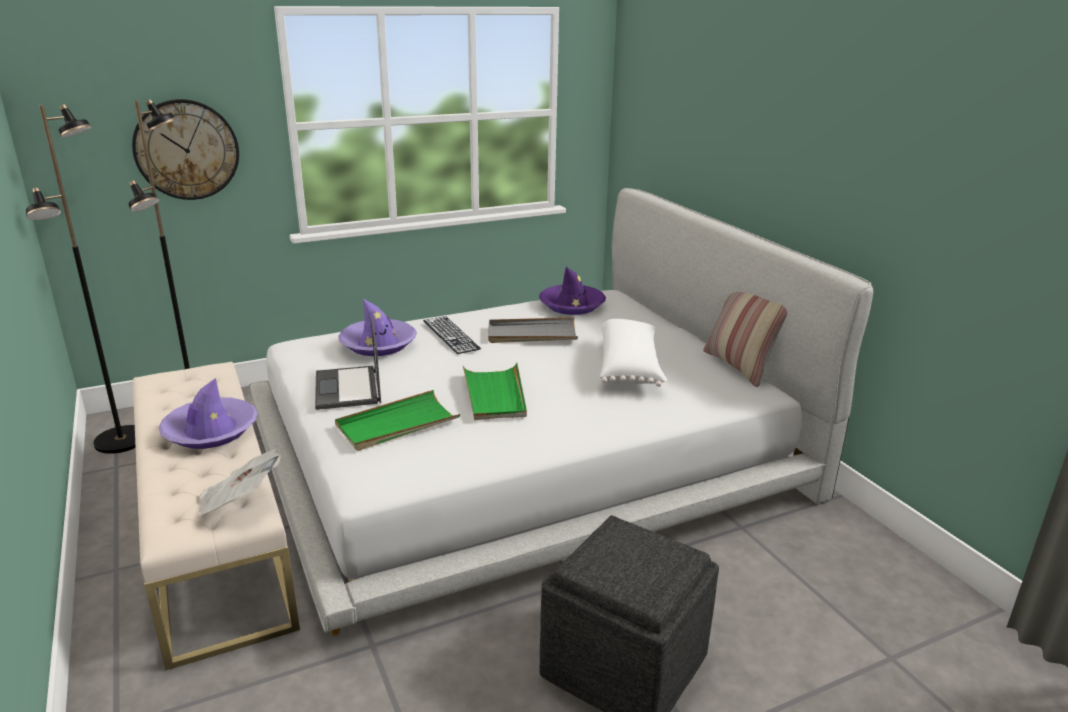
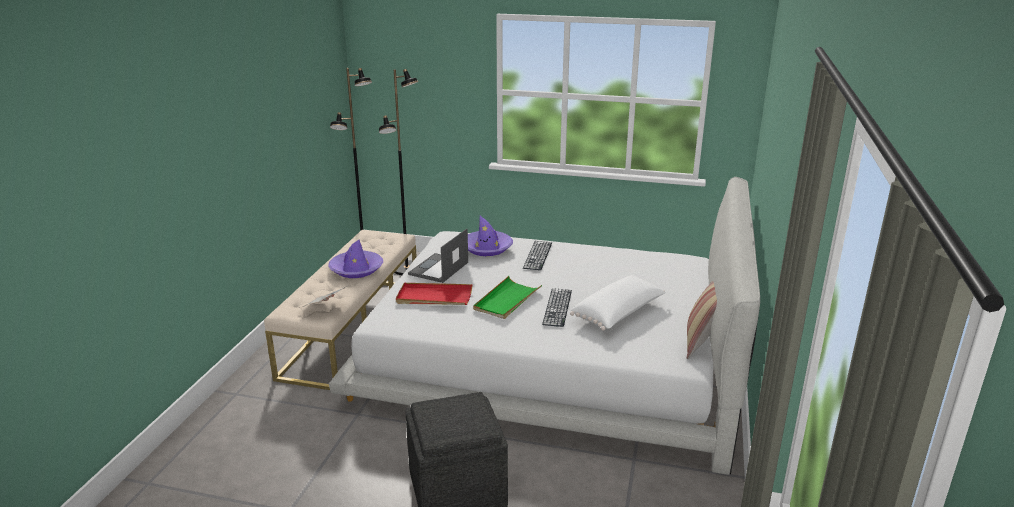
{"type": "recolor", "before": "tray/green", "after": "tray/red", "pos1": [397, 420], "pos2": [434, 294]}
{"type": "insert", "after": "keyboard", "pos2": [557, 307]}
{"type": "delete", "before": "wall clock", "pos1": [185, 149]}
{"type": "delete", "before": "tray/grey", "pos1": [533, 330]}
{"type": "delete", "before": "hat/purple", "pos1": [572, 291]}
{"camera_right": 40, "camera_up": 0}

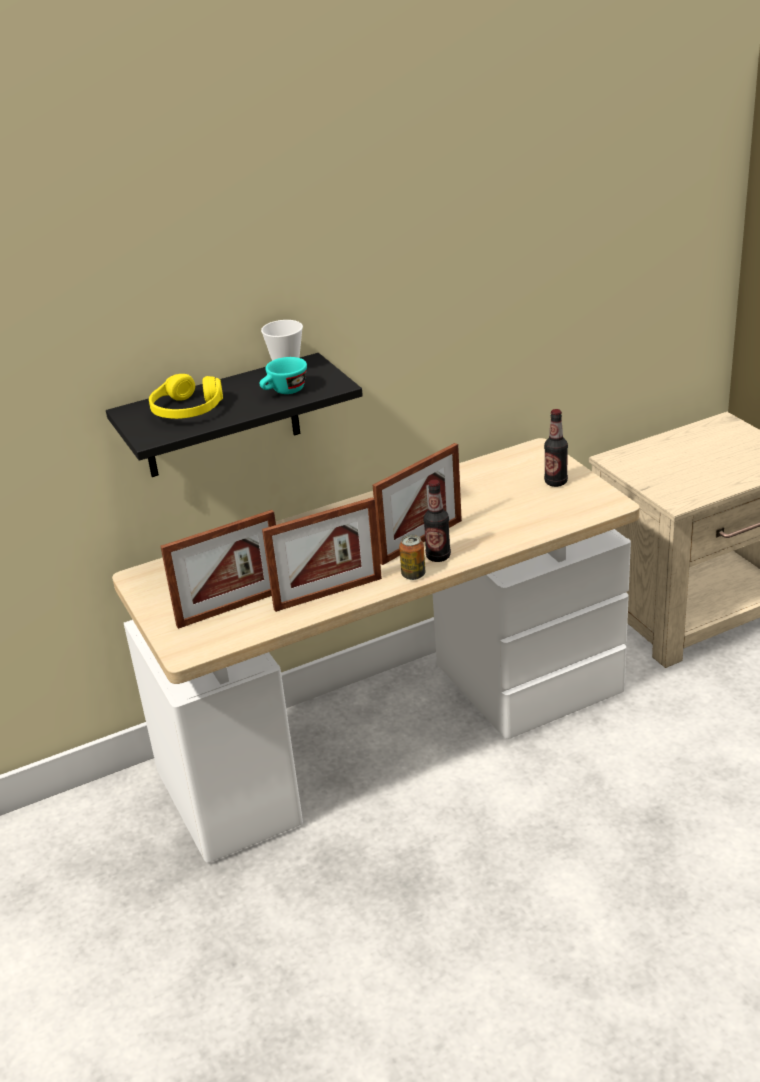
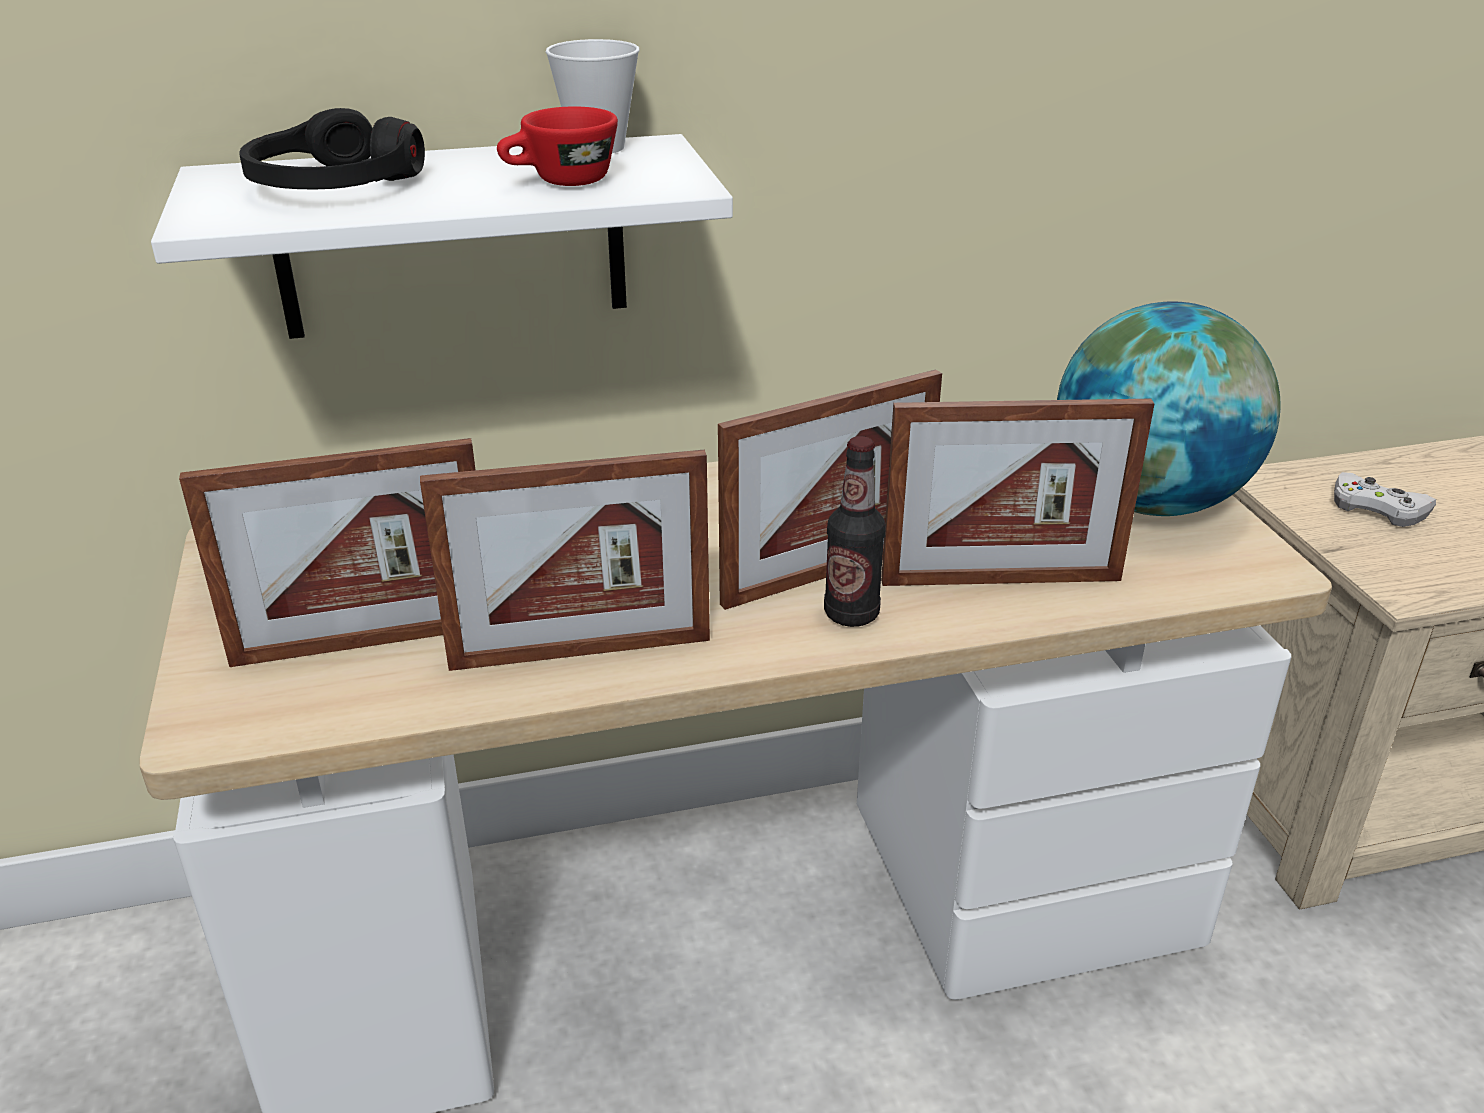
{"type": "recolor", "before": "shelf/black", "after": "shelf/white", "pos1": [234, 415], "pos2": [442, 236]}
{"type": "recolor", "before": "headphones/yellow", "after": "headphones/black", "pos1": [186, 396], "pos2": [332, 148]}
{"type": "recolor", "before": "cup/turquoise", "after": "cup/red", "pos1": [283, 375], "pos2": [557, 146]}
{"type": "insert", "after": "picture frame", "pos2": [1018, 492]}
{"type": "replace", "before": "bottle", "after": "globe", "pos1": [556, 448], "pos2": [1169, 408]}
{"type": "insert", "after": "game controller/white", "pos2": [1385, 499]}
{"type": "delete", "before": "can", "pos1": [412, 557]}
{"camera_right": 10, "camera_up": 0}

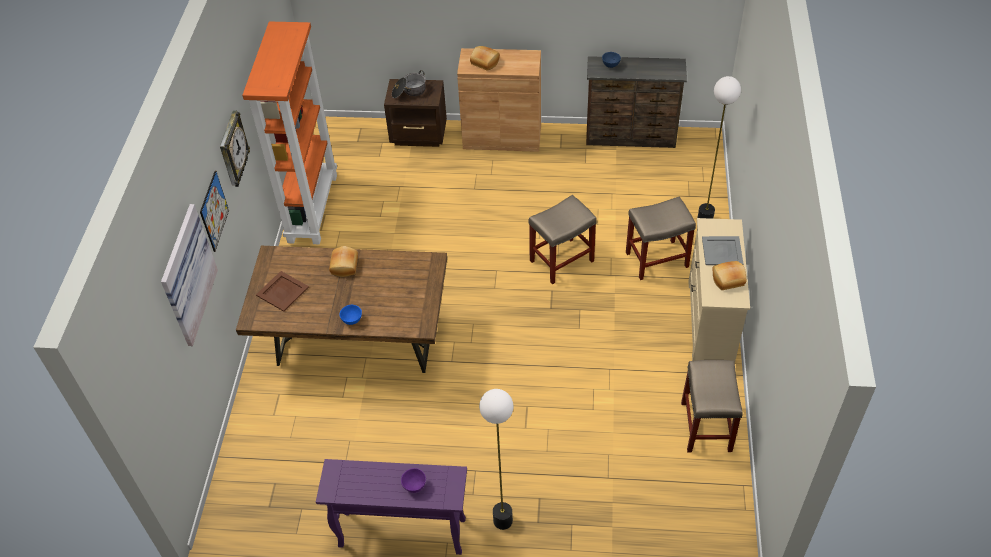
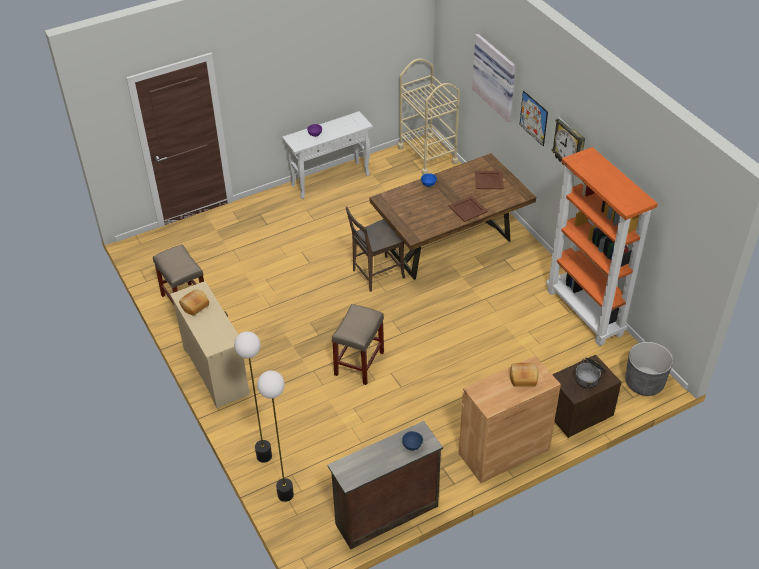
{"type": "move", "before": "floor lamp", "pos1": [496, 459], "pos2": [275, 436]}
{"type": "recolor", "before": "console table/purple", "after": "console table/white", "pos1": [391, 507], "pos2": [327, 155]}
{"type": "insert", "after": "chair/brown", "pos2": [375, 249]}
{"type": "insert", "after": "cart/beige", "pos2": [429, 116]}
{"type": "replace", "before": "bread", "after": "tray/brown", "pos1": [343, 261], "pos2": [468, 209]}
{"type": "insert", "after": "planter/grey", "pos2": [649, 369]}
{"type": "delete", "before": "stool/beige", "pos1": [661, 238]}
{"type": "delete", "before": "tray/grey", "pos1": [723, 250]}
{"camera_right": 145, "camera_up": -5}

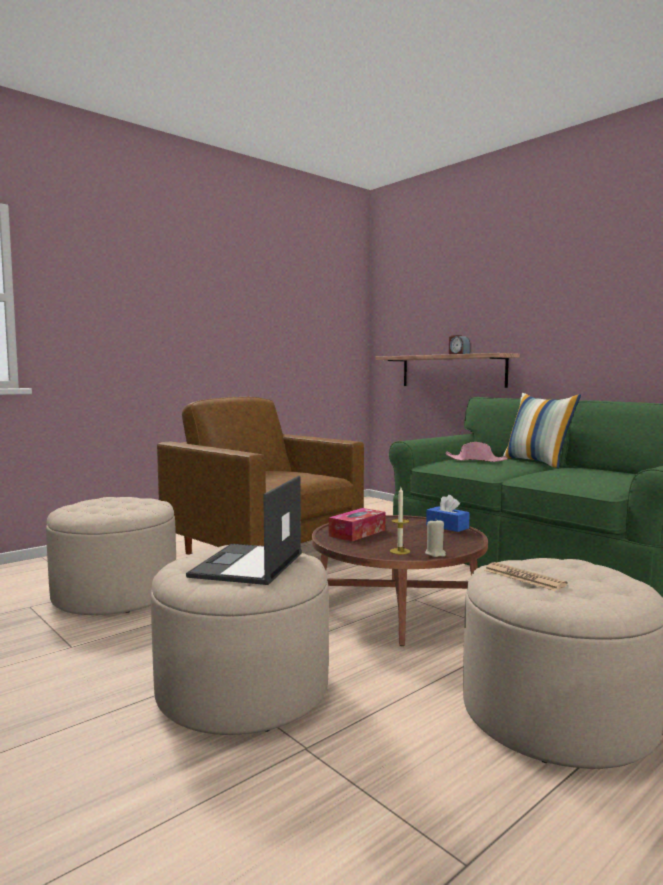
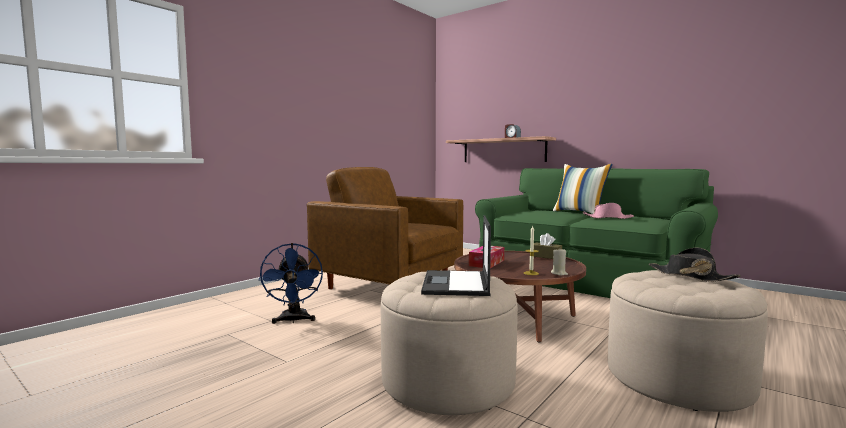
{"type": "replace", "before": "ottoman/beige", "after": "fan/blue", "pos1": [111, 556], "pos2": [291, 283]}
{"type": "recolor", "before": "tissue box/blue", "after": "tissue box/brown", "pos1": [448, 513], "pos2": [548, 246]}
{"type": "move", "before": "hat/pink", "pos1": [476, 452], "pos2": [608, 211]}
{"type": "insert", "after": "hat/black", "pos2": [695, 265]}
{"type": "delete", "before": "newspaper", "pos1": [526, 576]}
{"camera_right": -10, "camera_up": 0}

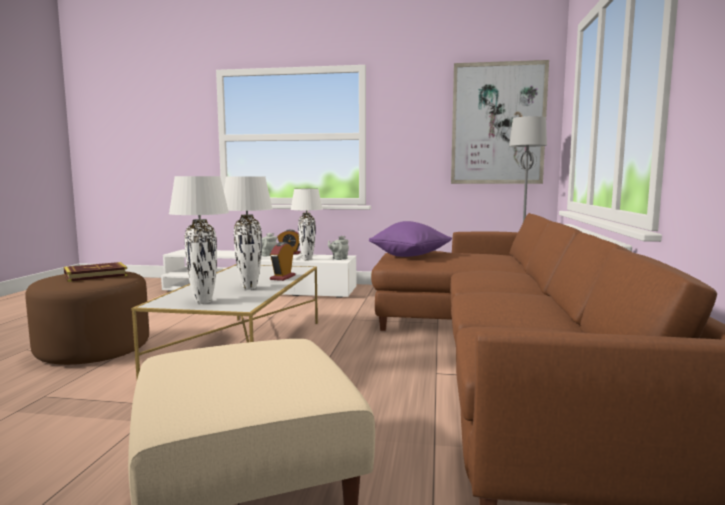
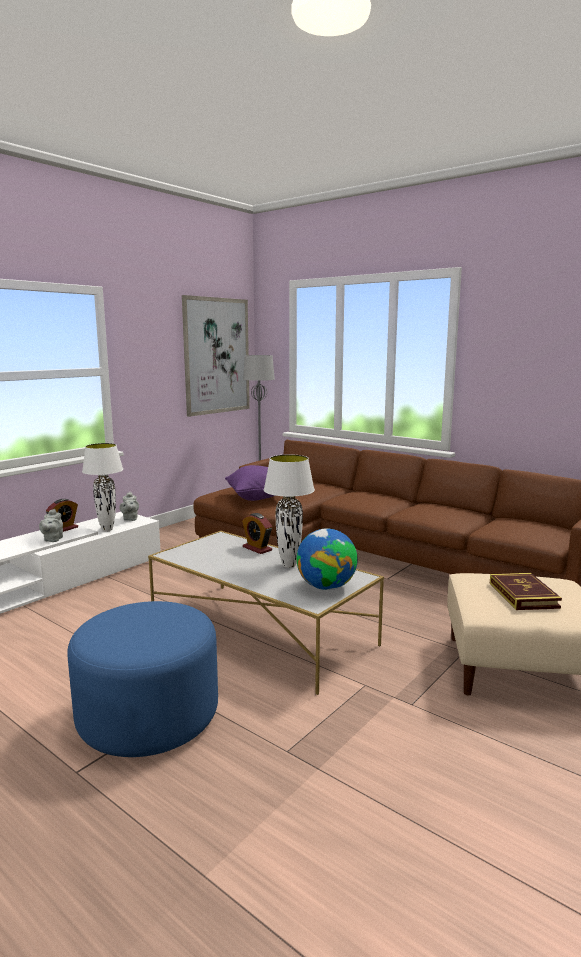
{"type": "recolor", "before": "ottoman/brown", "after": "ottoman/blue", "pos1": [87, 318], "pos2": [142, 679]}
{"type": "replace", "before": "table lamp/white", "after": "globe", "pos1": [199, 240], "pos2": [327, 559]}
{"type": "move", "before": "book", "pos1": [96, 272], "pos2": [526, 591]}
{"camera_right": -60, "camera_up": 5}

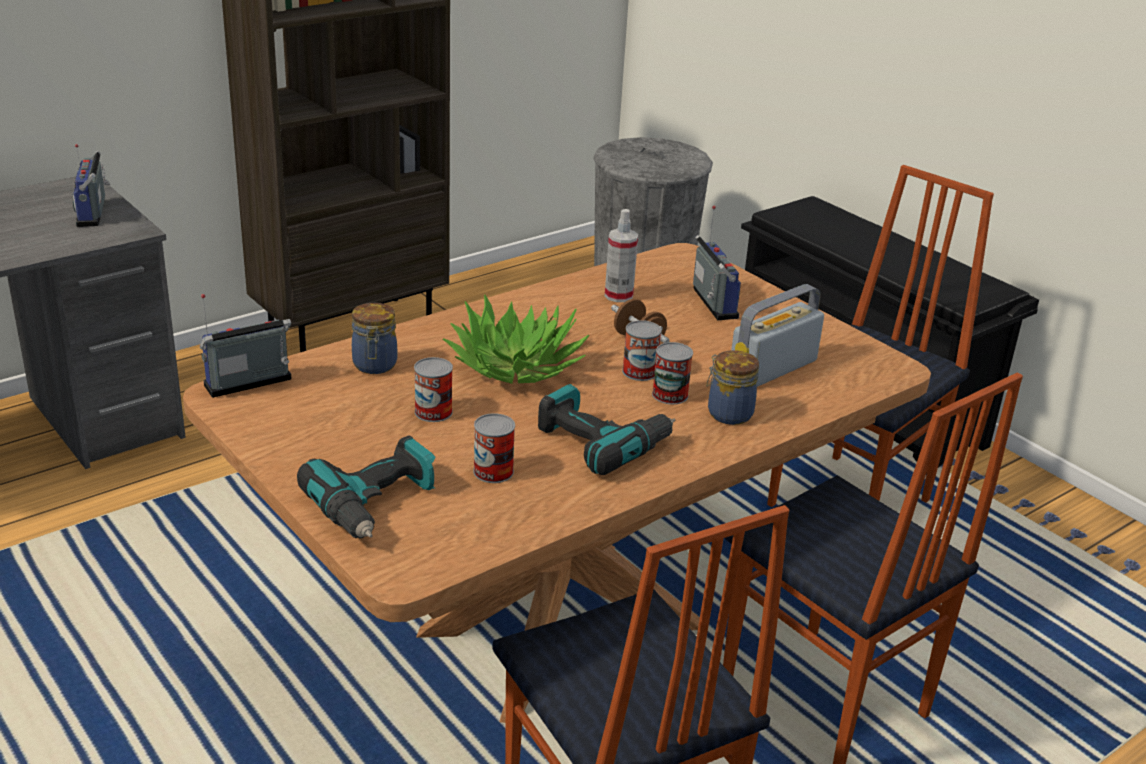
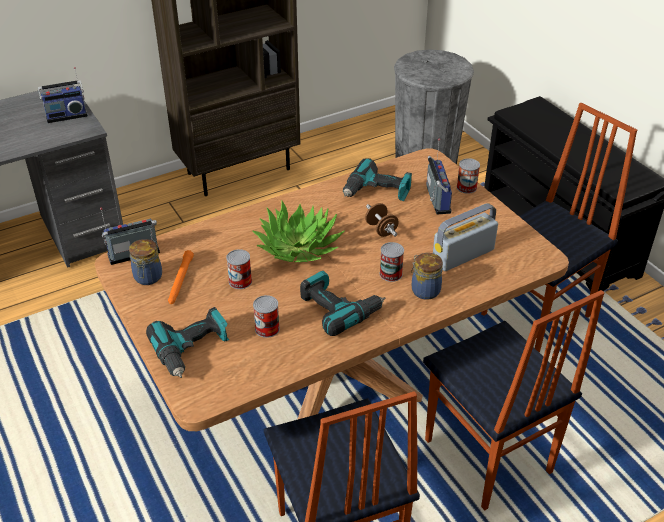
{"type": "rotate", "before": "radio", "pos1": [91, 185], "pos2": [63, 95], "turn": -105}
{"type": "move", "before": "jar", "pos1": [374, 338], "pos2": [145, 262]}
{"type": "insert", "after": "flashlight/orange", "pos2": [181, 277]}
{"type": "replace", "before": "spray bottle", "after": "power drill", "pos1": [621, 255], "pos2": [377, 179]}
{"type": "move", "before": "can", "pos1": [642, 350], "pos2": [468, 176]}
{"camera_right": 10, "camera_up": 10}

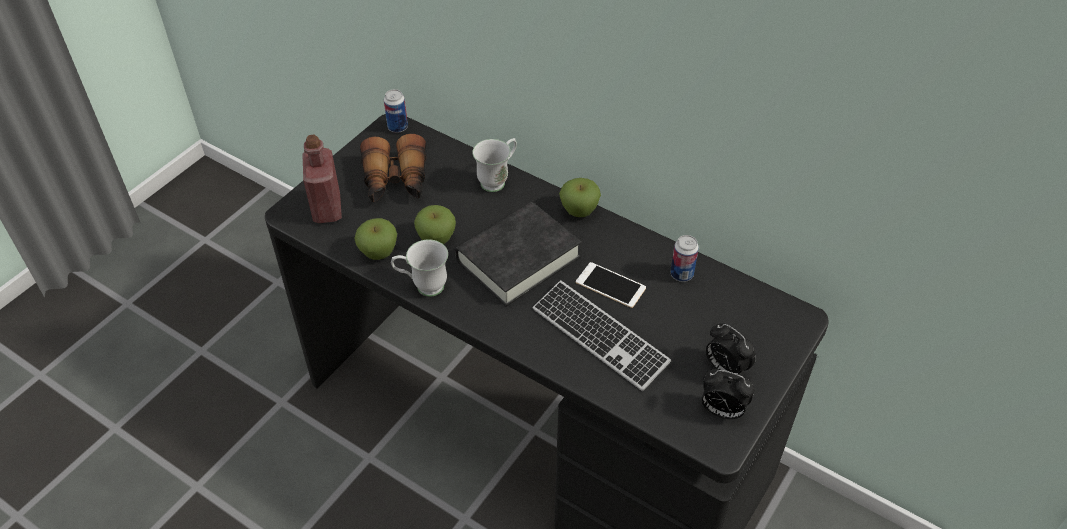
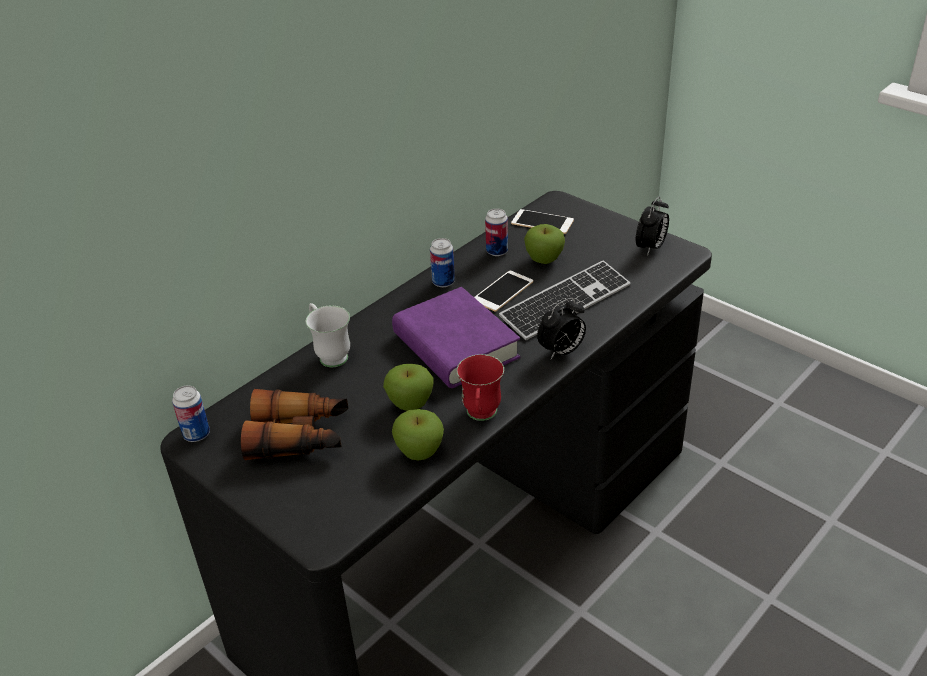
{"type": "recolor", "before": "book/black", "after": "book/purple", "pos1": [518, 254], "pos2": [456, 337]}
{"type": "insert", "after": "can", "pos2": [442, 262]}
{"type": "recolor", "before": "mug/white", "after": "mug/red", "pos1": [419, 268], "pos2": [480, 387]}
{"type": "insert", "after": "phone", "pos2": [542, 221]}
{"type": "move", "before": "apple", "pos1": [580, 197], "pos2": [544, 244]}
{"type": "move", "before": "alarm clock", "pos1": [731, 349], "pos2": [561, 328]}
{"type": "delete", "before": "bottle/red", "pos1": [322, 179]}
{"camera_right": -80, "camera_up": -10}

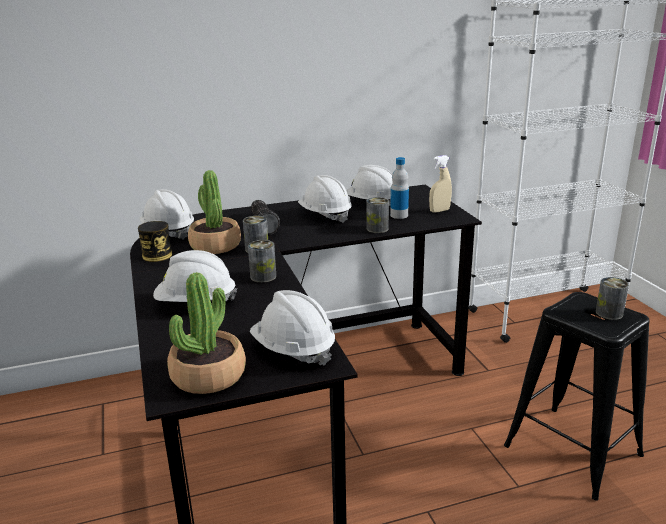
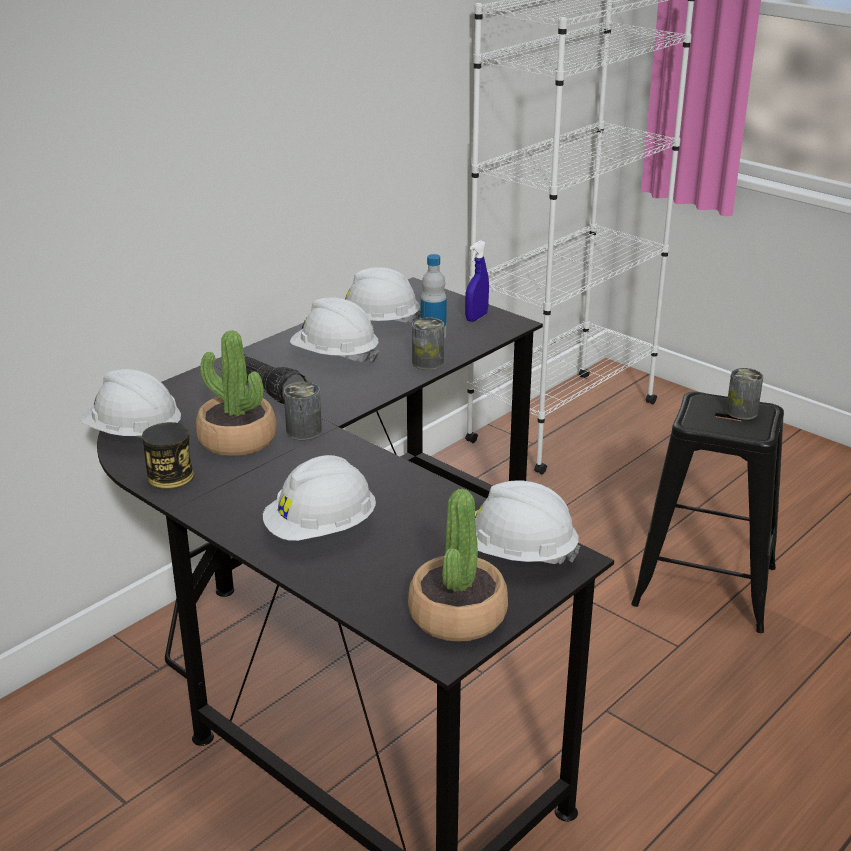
{"type": "recolor", "before": "spray bottle/beige", "after": "spray bottle/blue", "pos1": [440, 184], "pos2": [477, 281]}
{"type": "delete", "before": "can", "pos1": [262, 261]}
{"camera_right": -30, "camera_up": 5}

